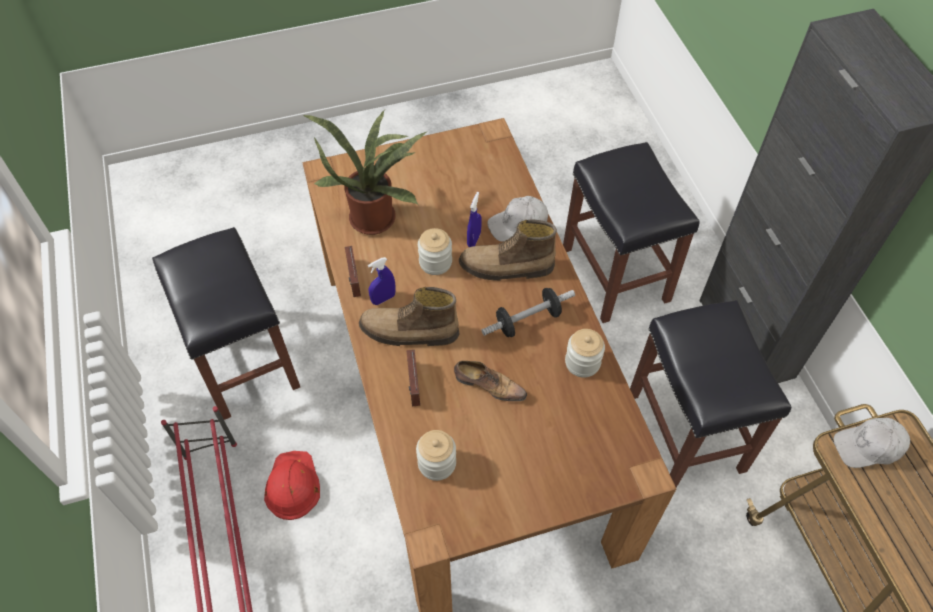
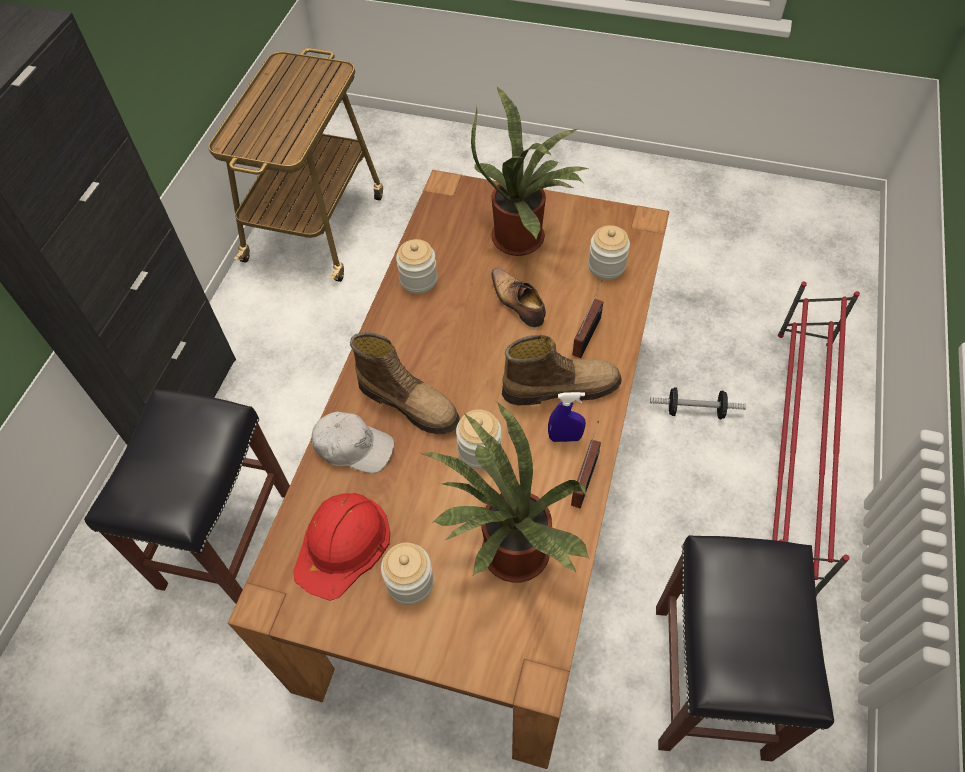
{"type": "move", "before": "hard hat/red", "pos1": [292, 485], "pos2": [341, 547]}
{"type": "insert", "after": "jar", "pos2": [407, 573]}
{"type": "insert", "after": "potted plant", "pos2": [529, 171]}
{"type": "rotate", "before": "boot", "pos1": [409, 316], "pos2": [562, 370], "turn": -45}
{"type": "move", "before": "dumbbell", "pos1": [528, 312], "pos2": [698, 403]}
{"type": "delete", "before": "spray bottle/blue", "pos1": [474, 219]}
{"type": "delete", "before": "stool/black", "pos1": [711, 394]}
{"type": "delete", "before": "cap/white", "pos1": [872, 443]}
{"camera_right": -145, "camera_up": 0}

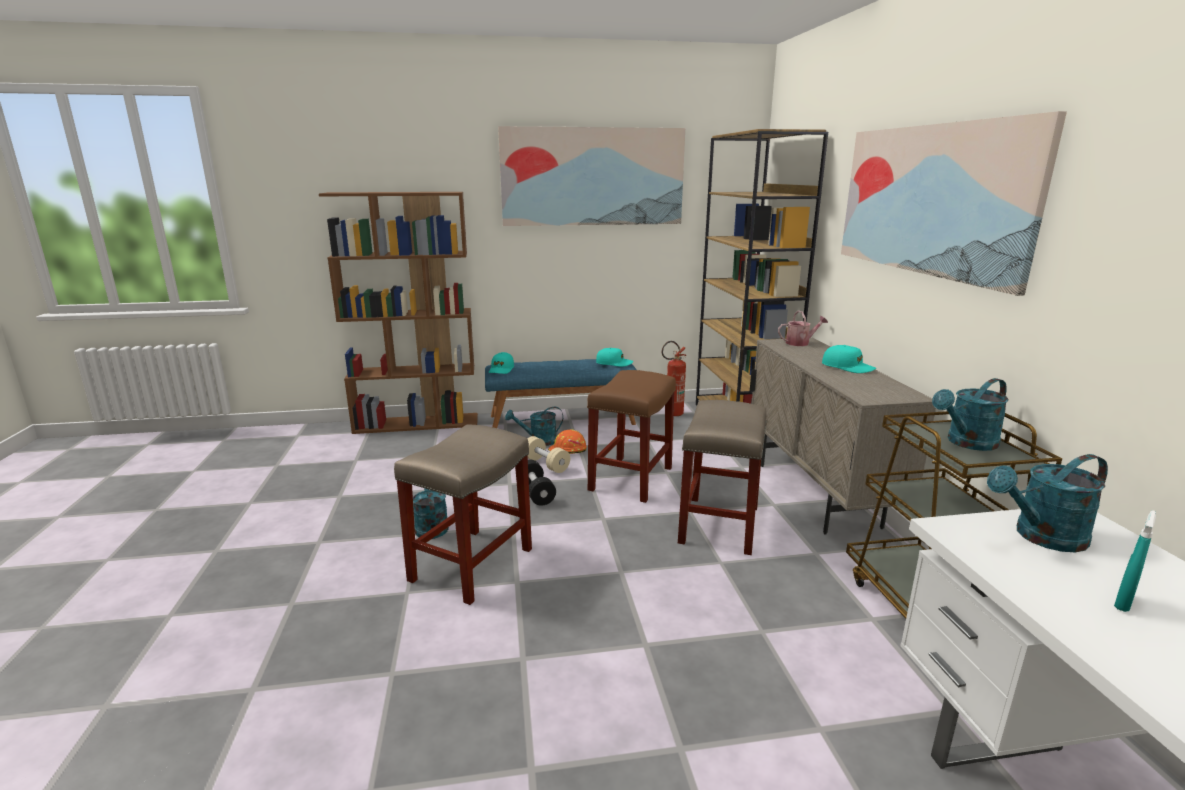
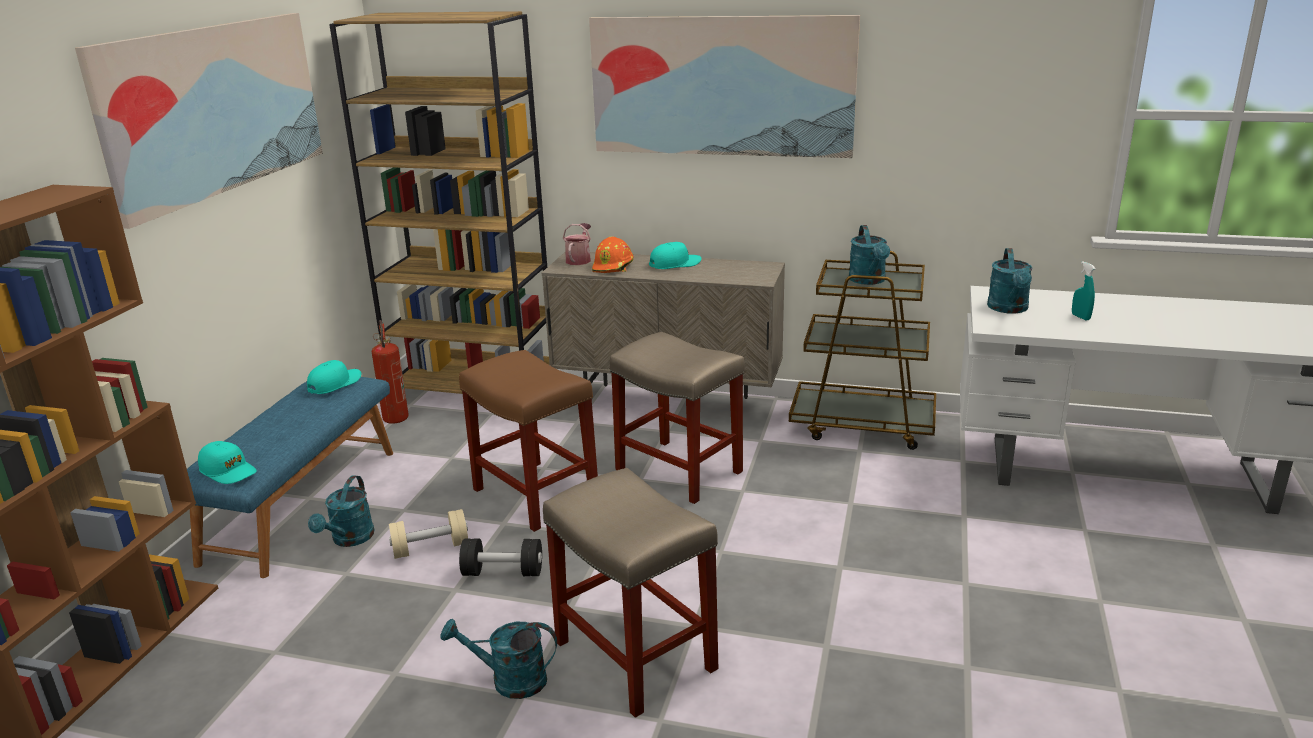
{"type": "move", "before": "hard hat/orange", "pos1": [567, 442], "pos2": [613, 254]}
{"camera_right": -65, "camera_up": 5}

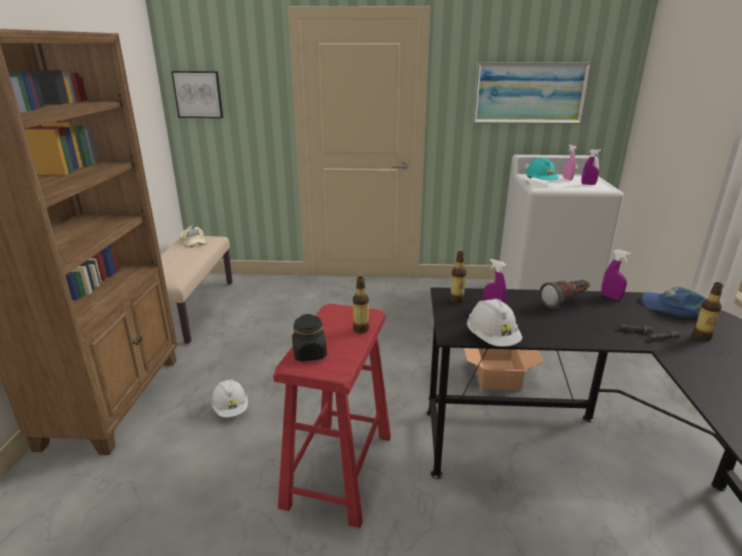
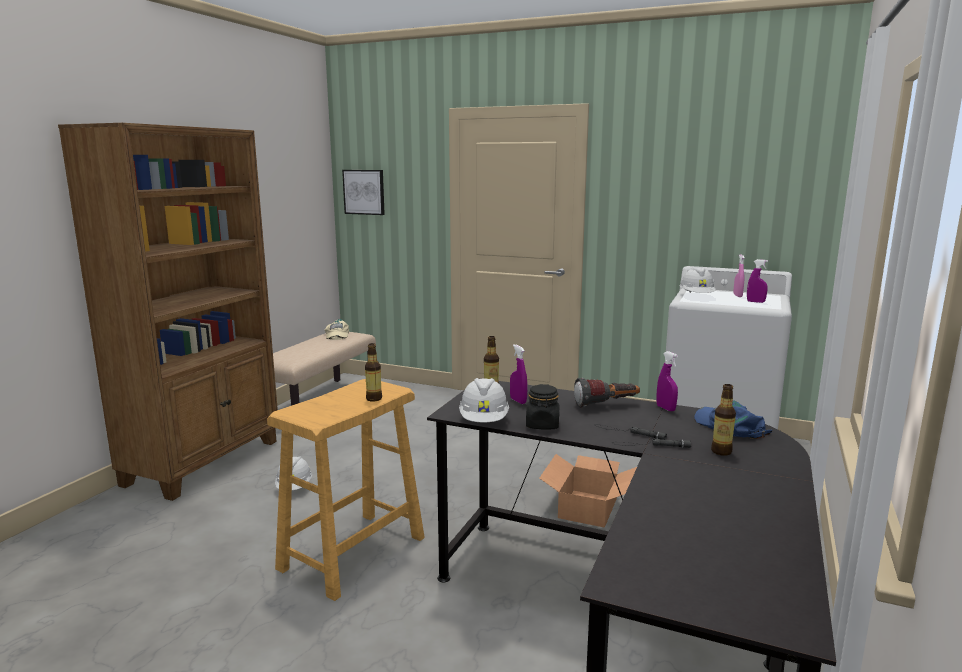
{"type": "recolor", "before": "stool/red", "after": "stool/beige", "pos1": [332, 416], "pos2": [346, 490]}
{"type": "move", "before": "jar/black", "pos1": [309, 337], "pos2": [542, 407]}
{"type": "recolor", "before": "hard hat/turquoise", "after": "hard hat/white", "pos1": [542, 169], "pos2": [698, 280]}
{"type": "delete", "before": "picture", "pos1": [532, 93]}
{"camera_right": 20, "camera_up": -10}

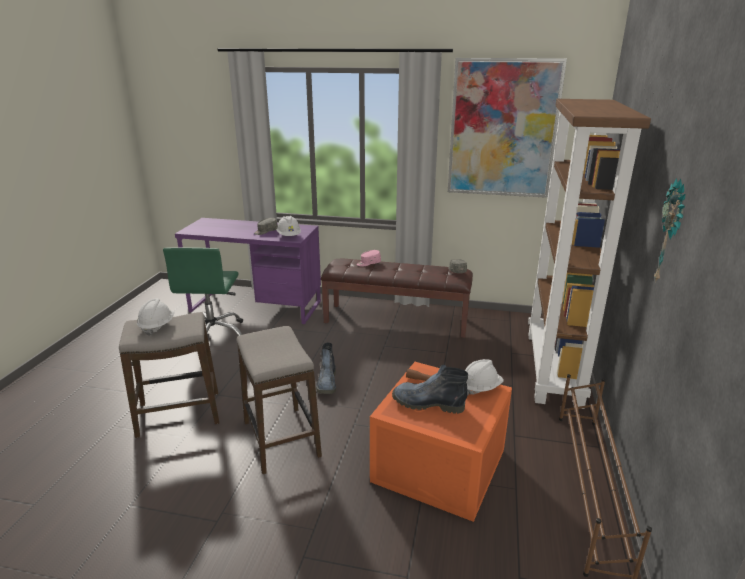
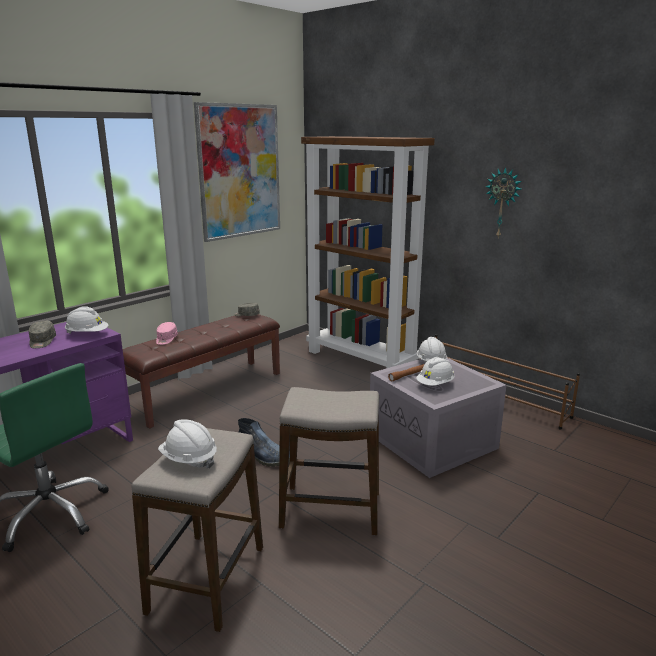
{"type": "recolor", "before": "storage box/orange", "after": "storage box/grey", "pos1": [441, 442], "pos2": [438, 418]}
{"type": "replace", "before": "boot", "after": "hard hat/white", "pos1": [430, 389], "pos2": [435, 371]}
{"camera_right": -60, "camera_up": -5}

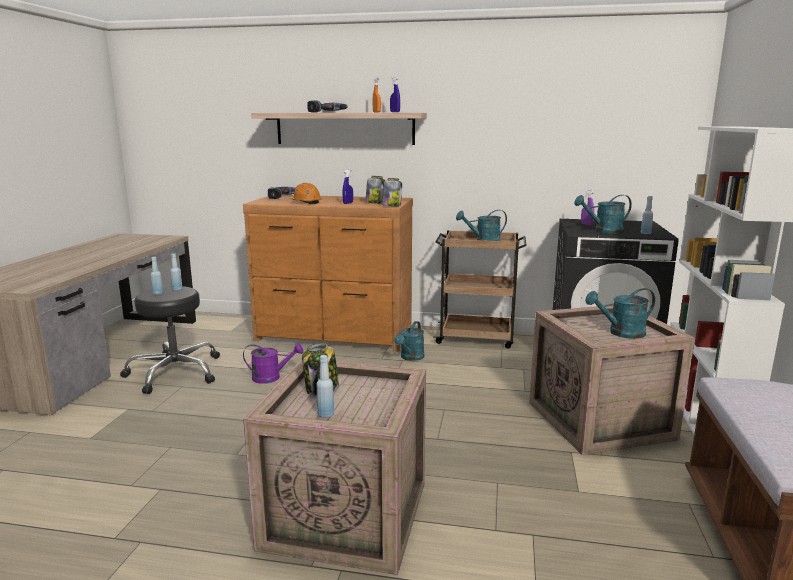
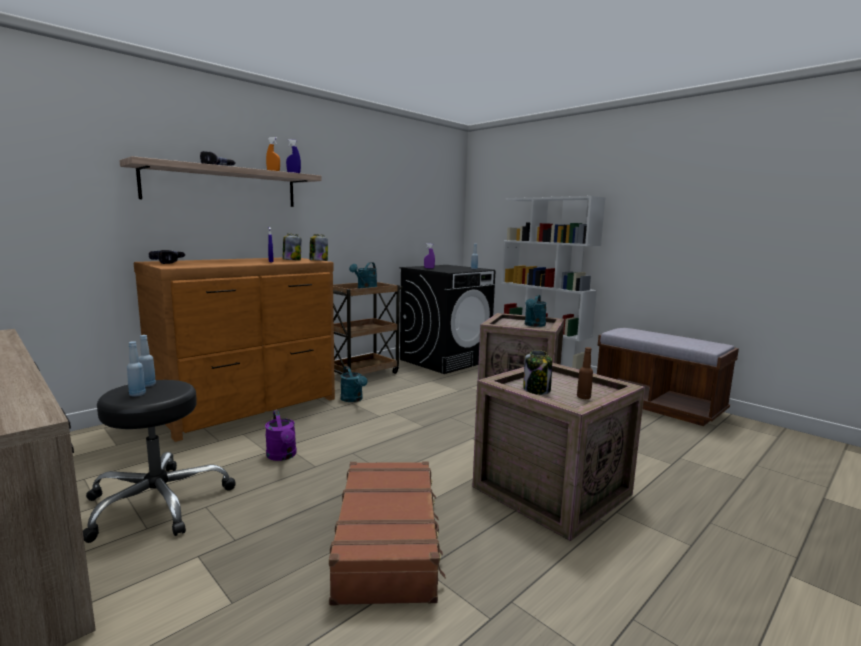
{"type": "rotate", "before": "watering can/purple", "pos1": [273, 363], "pos2": [281, 435], "turn": 120}
{"type": "insert", "after": "suitcase/brown", "pos2": [387, 533]}
{"type": "recolor", "before": "bottle/blue", "after": "bottle/brown", "pos1": [325, 386], "pos2": [585, 373]}
{"type": "delete", "before": "hard hat/orange", "pos1": [306, 193]}
{"type": "delete", "before": "watering can/turquoise", "pos1": [603, 214]}
{"camera_right": -55, "camera_up": -5}

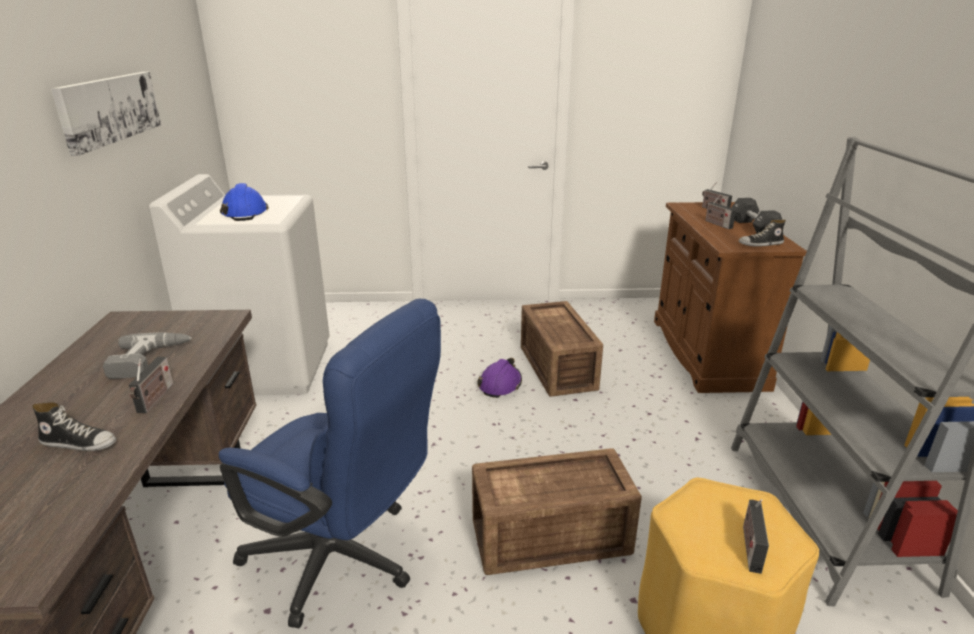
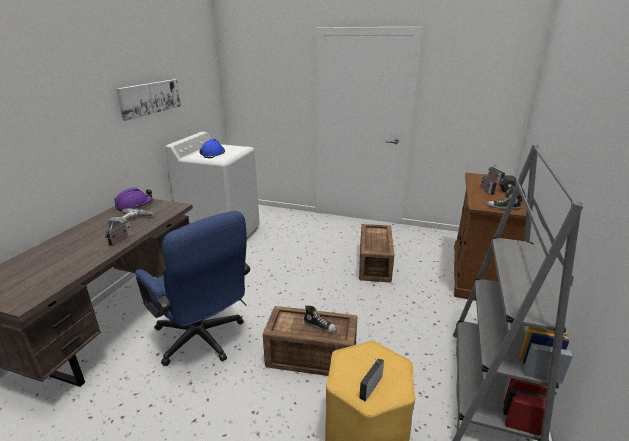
{"type": "move", "before": "hard hat/purple", "pos1": [499, 378], "pos2": [134, 199]}
{"type": "move", "before": "shoe", "pos1": [74, 426], "pos2": [320, 318]}
{"camera_right": 20, "camera_up": 0}

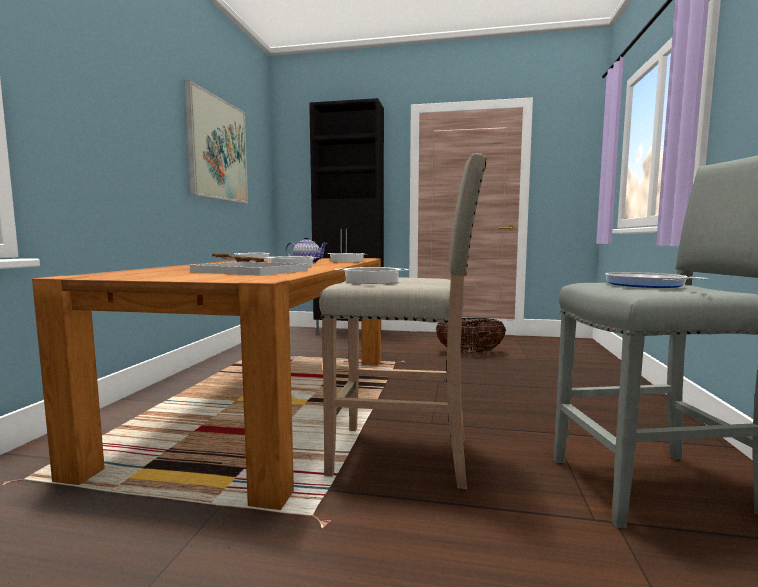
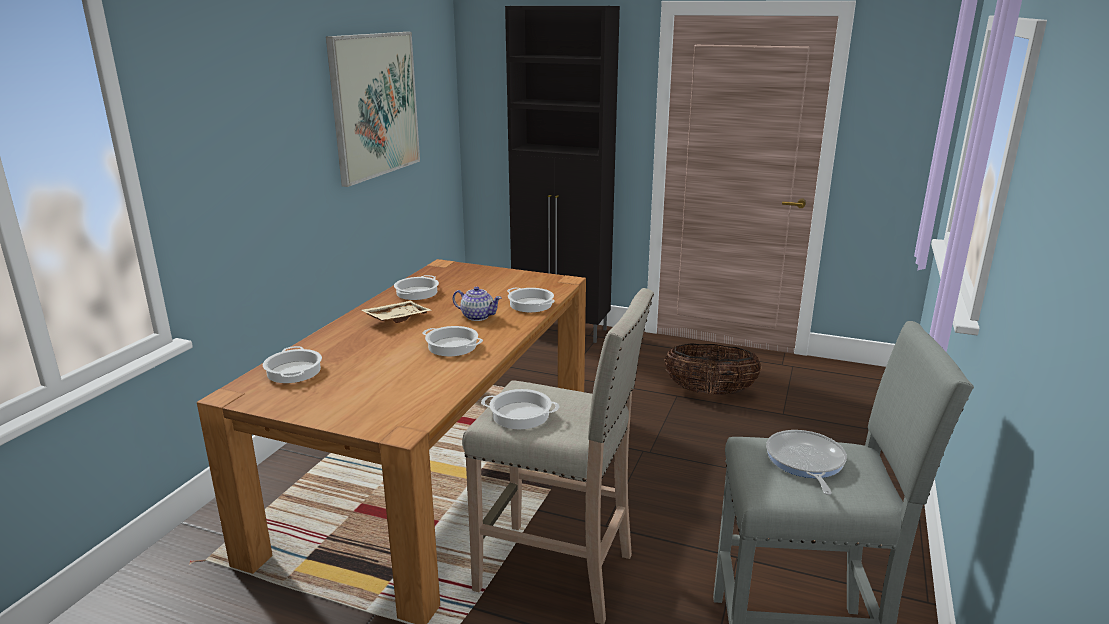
{"type": "insert", "after": "cooking pot", "pos2": [292, 364]}
{"type": "delete", "before": "tray/white", "pos1": [249, 269]}
{"camera_right": 10, "camera_up": 15}

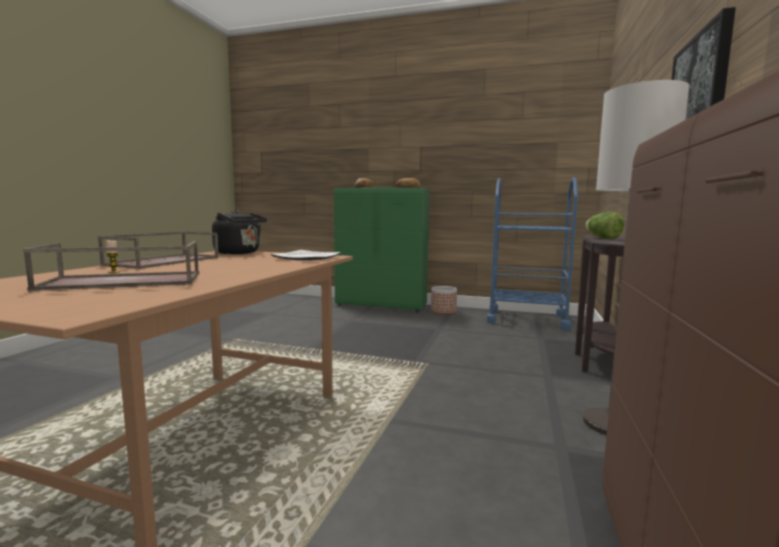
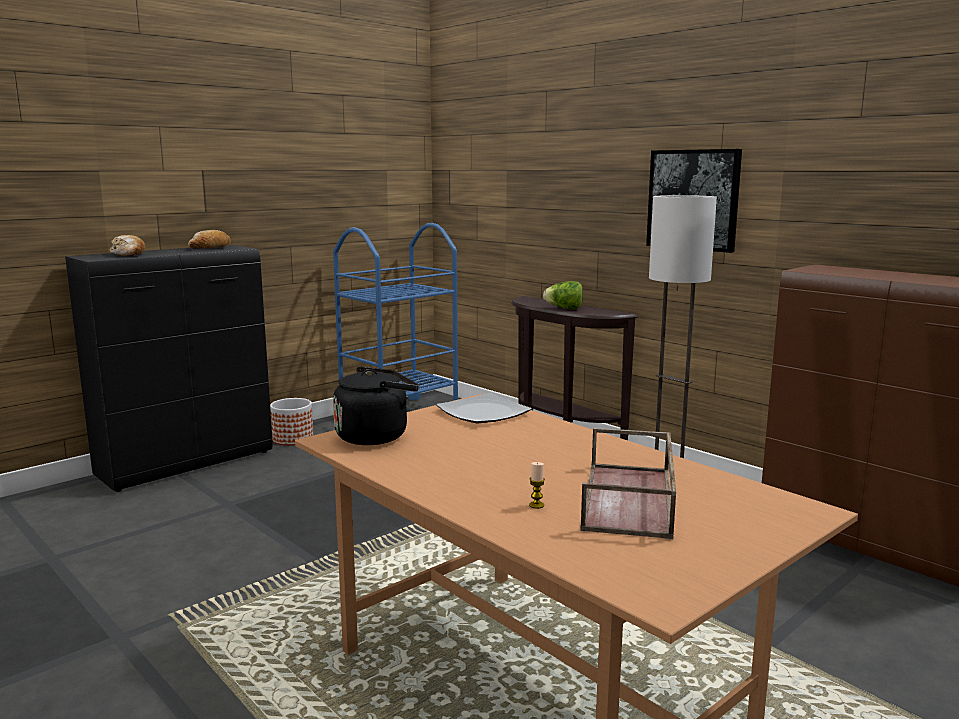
{"type": "recolor", "before": "cabinet/green", "after": "cabinet/black", "pos1": [382, 249], "pos2": [169, 368]}
{"type": "delete", "before": "tray/brown", "pos1": [158, 250]}
{"camera_right": -60, "camera_up": 5}

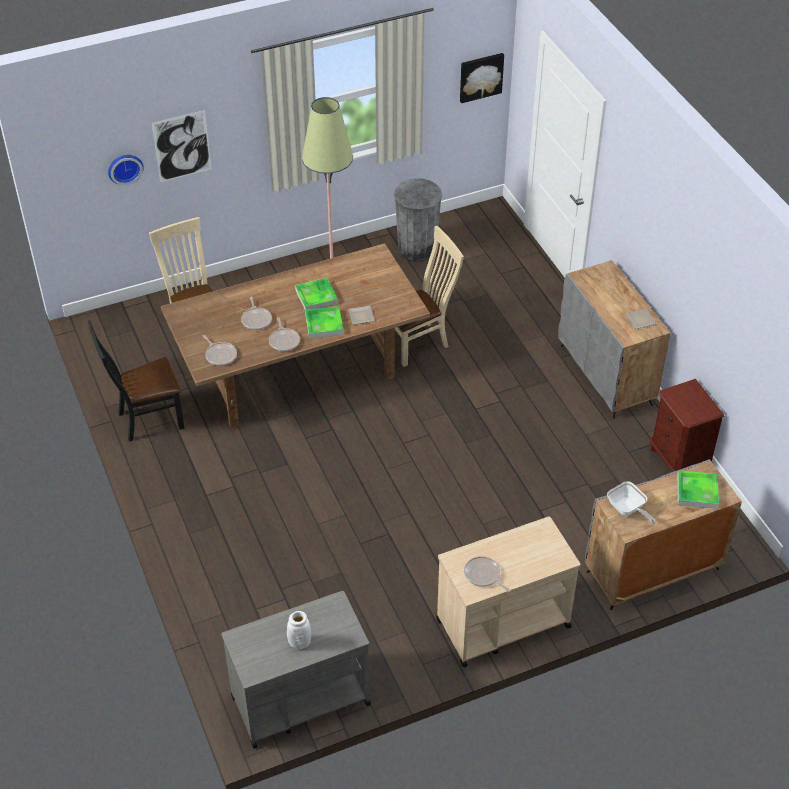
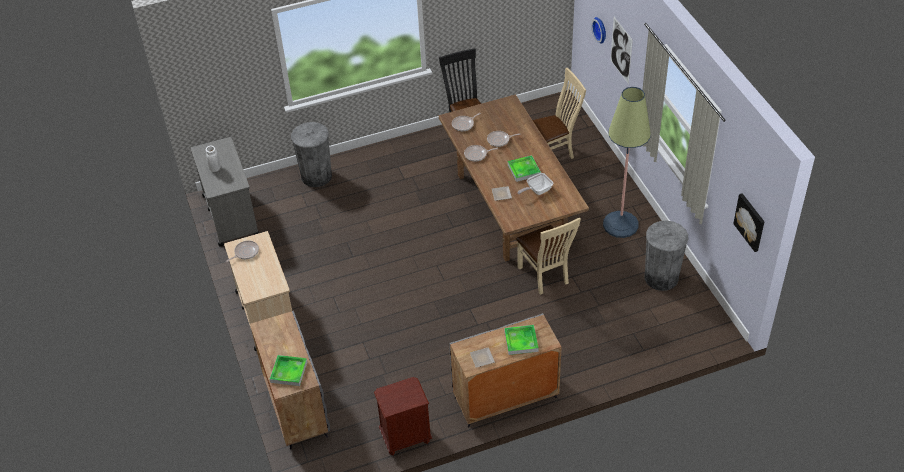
{"type": "insert", "after": "trash can/grey", "pos2": [311, 154]}
{"type": "move", "before": "tray", "pos1": [324, 322], "pos2": [521, 340]}
{"type": "move", "before": "frying pan", "pos1": [631, 502], "pos2": [535, 184]}
{"camera_right": 95, "camera_up": 0}

